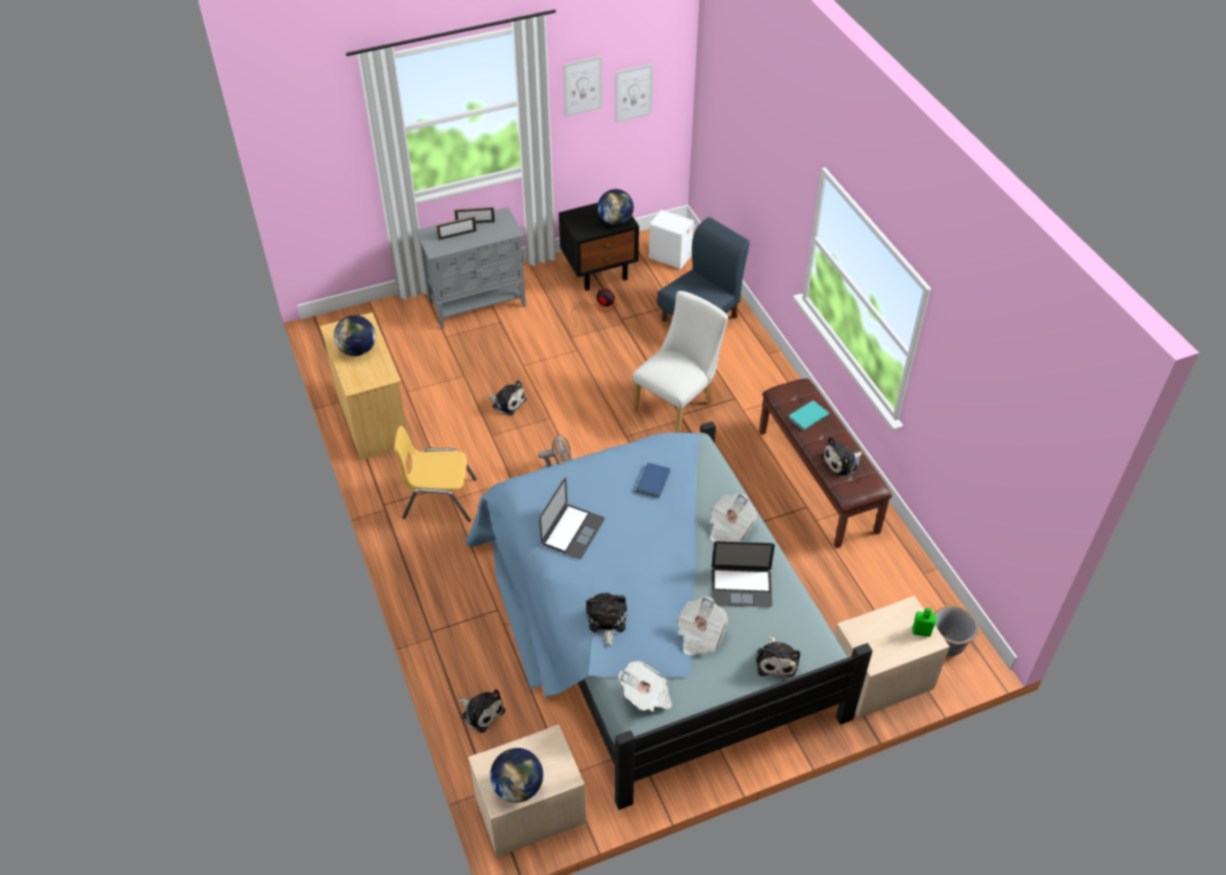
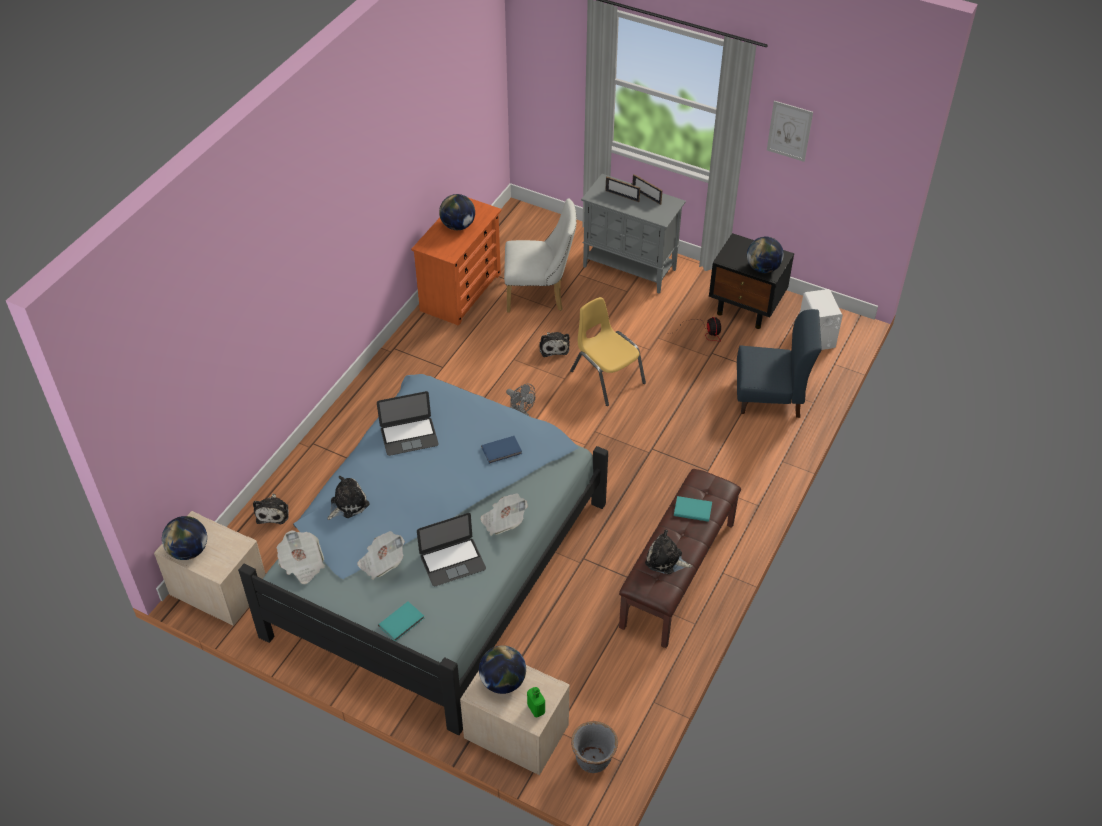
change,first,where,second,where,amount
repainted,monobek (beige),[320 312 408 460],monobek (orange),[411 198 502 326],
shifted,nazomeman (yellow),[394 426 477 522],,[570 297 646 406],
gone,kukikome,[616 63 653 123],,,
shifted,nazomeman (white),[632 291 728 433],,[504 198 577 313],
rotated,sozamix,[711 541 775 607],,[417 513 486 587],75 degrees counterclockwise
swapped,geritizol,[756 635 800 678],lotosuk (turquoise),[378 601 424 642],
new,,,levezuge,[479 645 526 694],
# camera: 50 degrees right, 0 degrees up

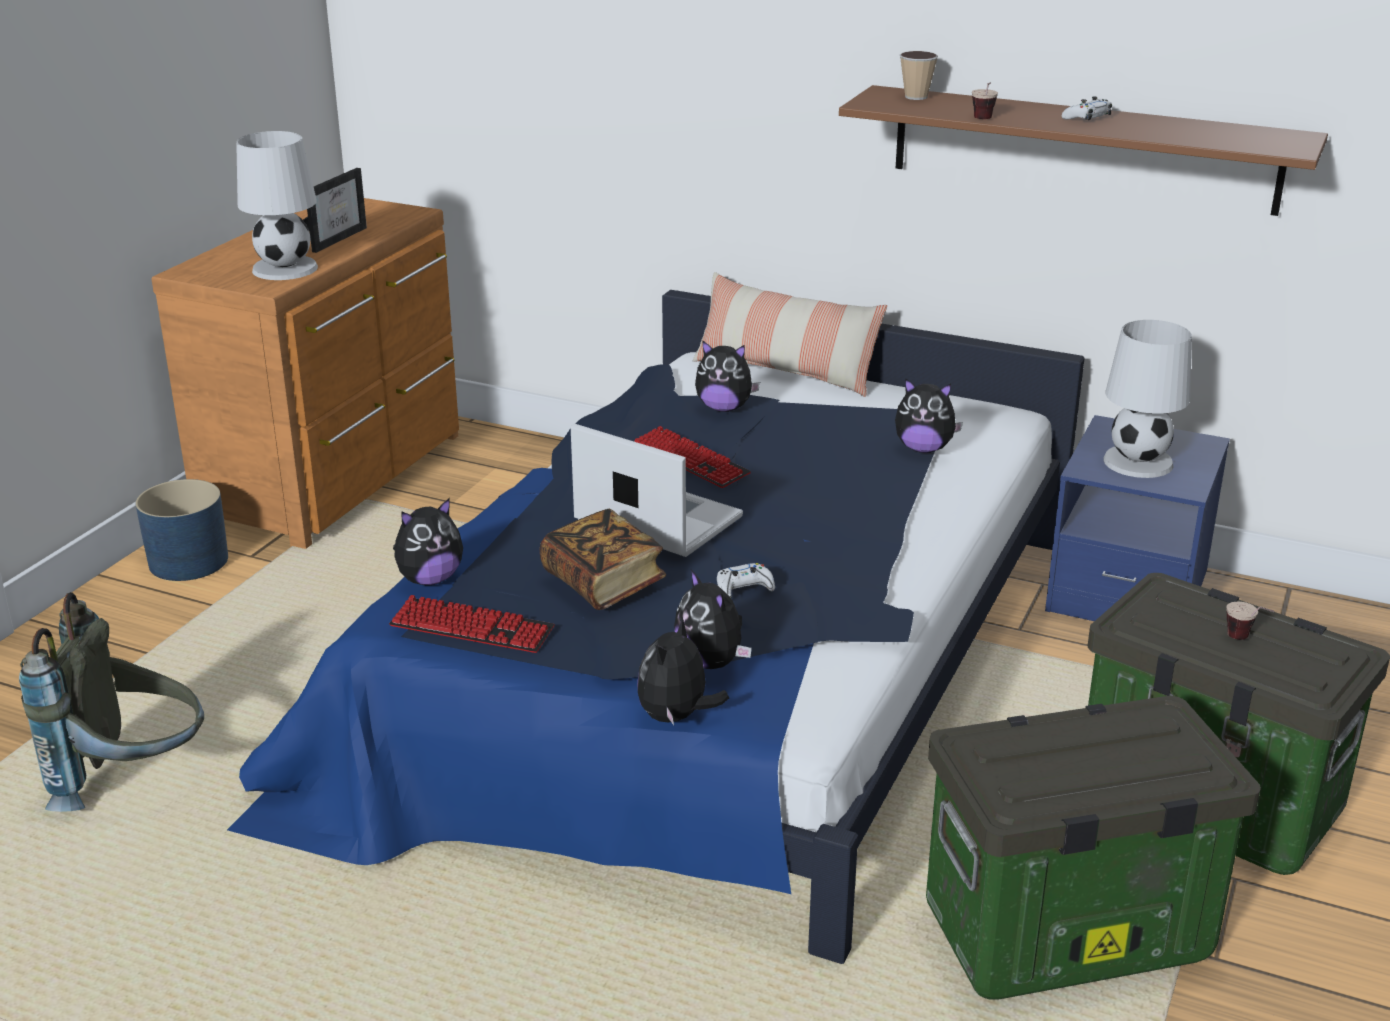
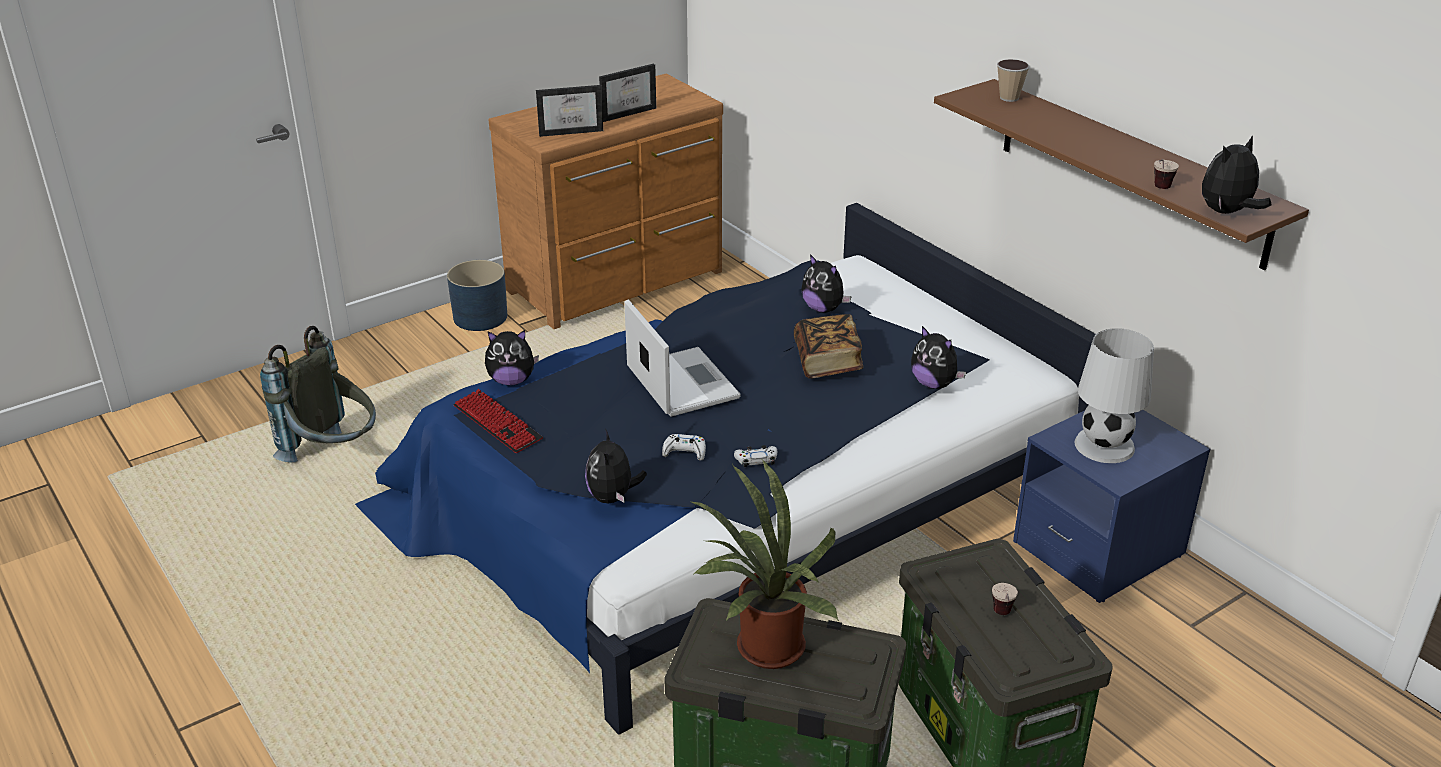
change,first,where,second,where,amount
swapped,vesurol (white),[236 131 318 280],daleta,[536 85 603 137],
shifted,lotosuk,[540 509 666 610],,[794 314 863 379],
gone,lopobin,[634 426 751 488],,,
shifted,geritizol,[637 617 729 725],,[1202 136 1272 214],
gone,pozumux,[693 272 887 397],,,
shifted,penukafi,[972 82 998 119],,[1154 159 1179 189],
shifted,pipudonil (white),[1062 97 1112 120],,[734 445 777 467],
new,,,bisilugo,[689 460 839 669],
# camera: 30 degrees right, 5 degrees up

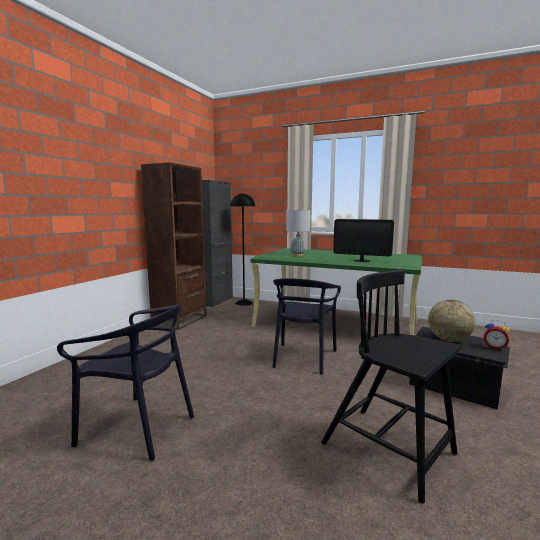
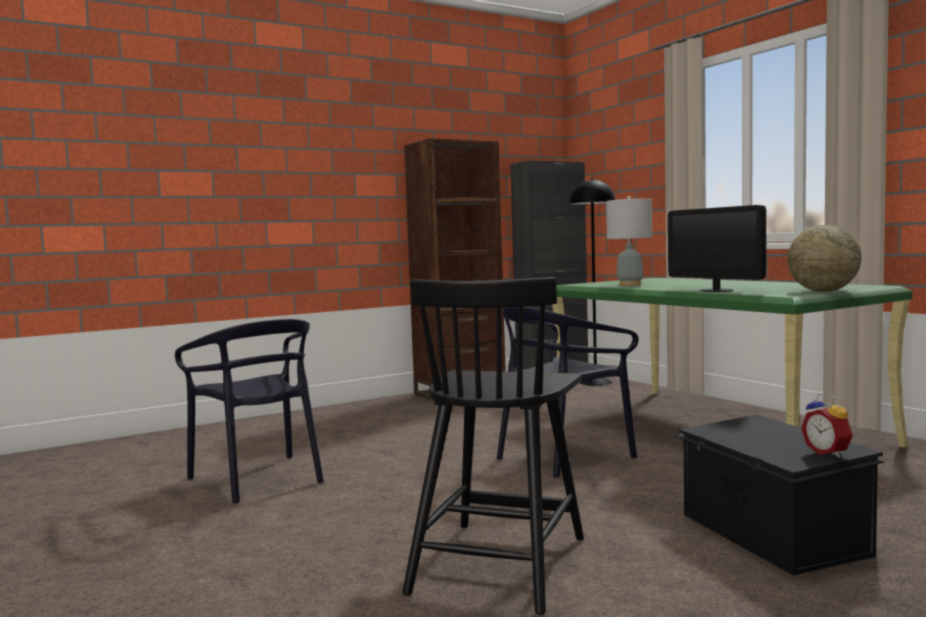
change,first,where,second,where,amount
rotated,nazomeman (black),[321 270 461 504],,[402 277 584 615],150 degrees counterclockwise
shifted,levezuge,[428 300 475 342],,[787 225 862 292],
# camera: 35 degrees right, 5 degrees down

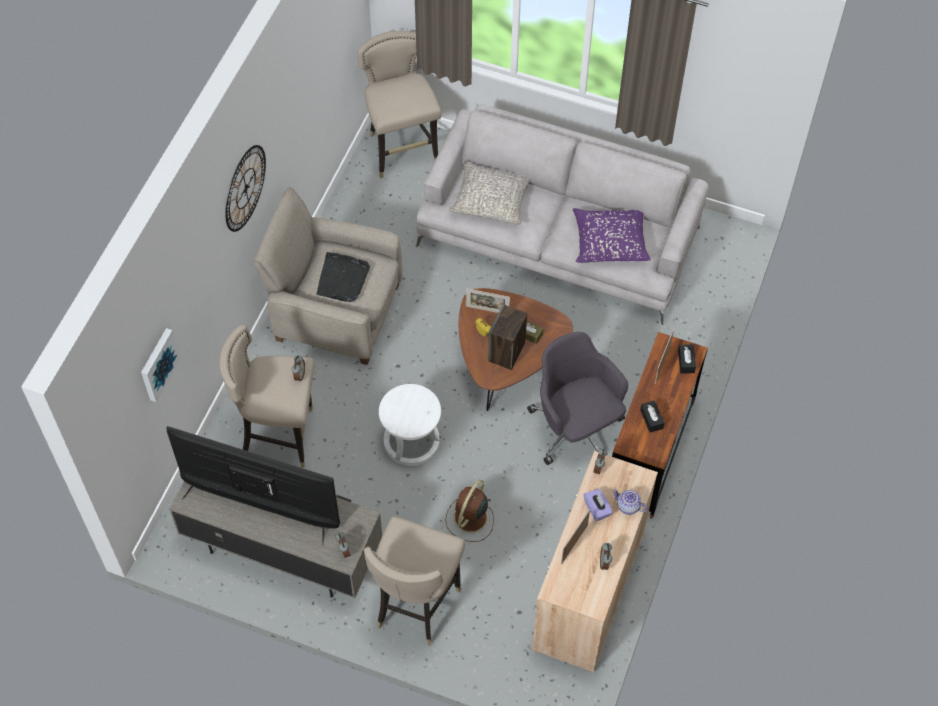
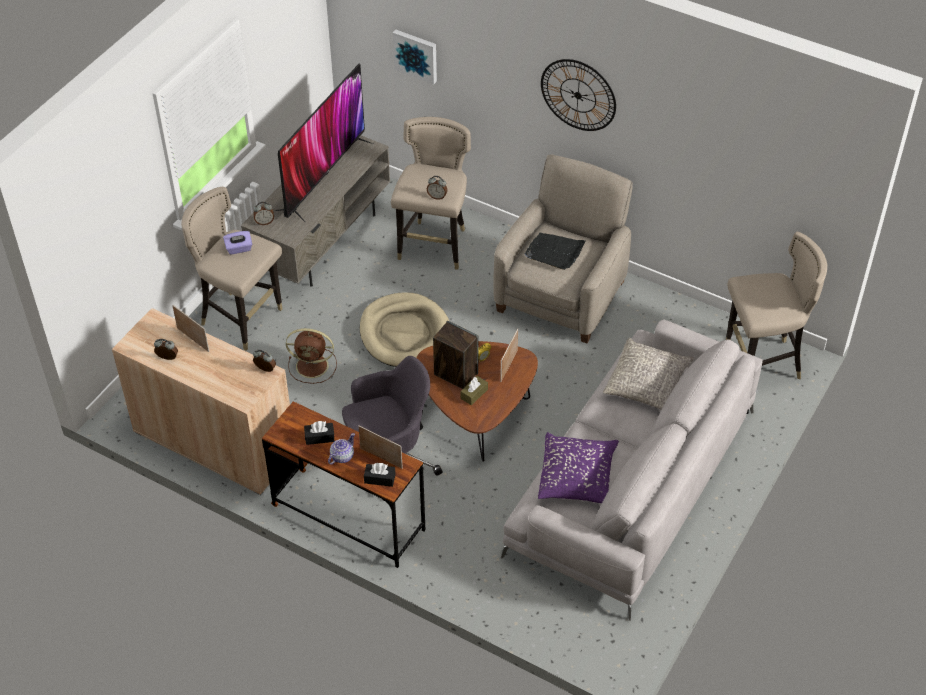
change,first,where,second,where,amount
swapped,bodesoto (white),[379 384 441 466],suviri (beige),[360 292 449 367],
rotated,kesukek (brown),[445 479 494 542],,[286 328 337 384],150 degrees clockwise
shifted,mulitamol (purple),[584 489 613 522],,[223 231 252 255],
shifted,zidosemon,[612 489 648 515],,[328 433 355 465],
# camera: 100 degrees right, 10 degrees down

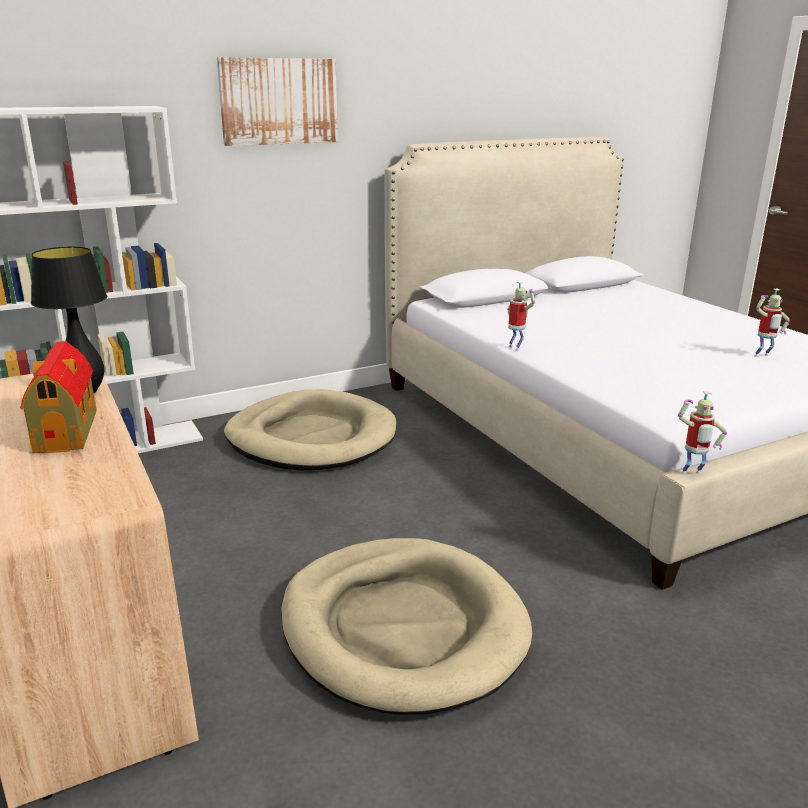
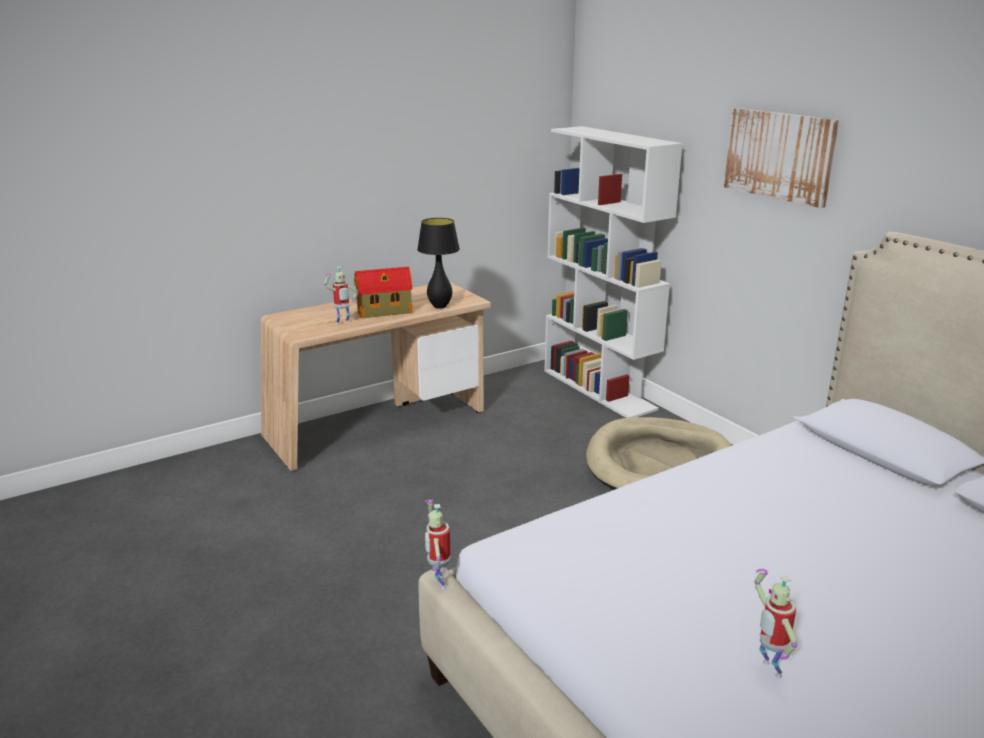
change,first,where,second,where,amount
gone,suviri (beige),[281 538 532 715],,,
shifted,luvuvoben,[507 282 536 351],,[324 267 358 325],
# camera: 85 degrees right, 0 degrees up

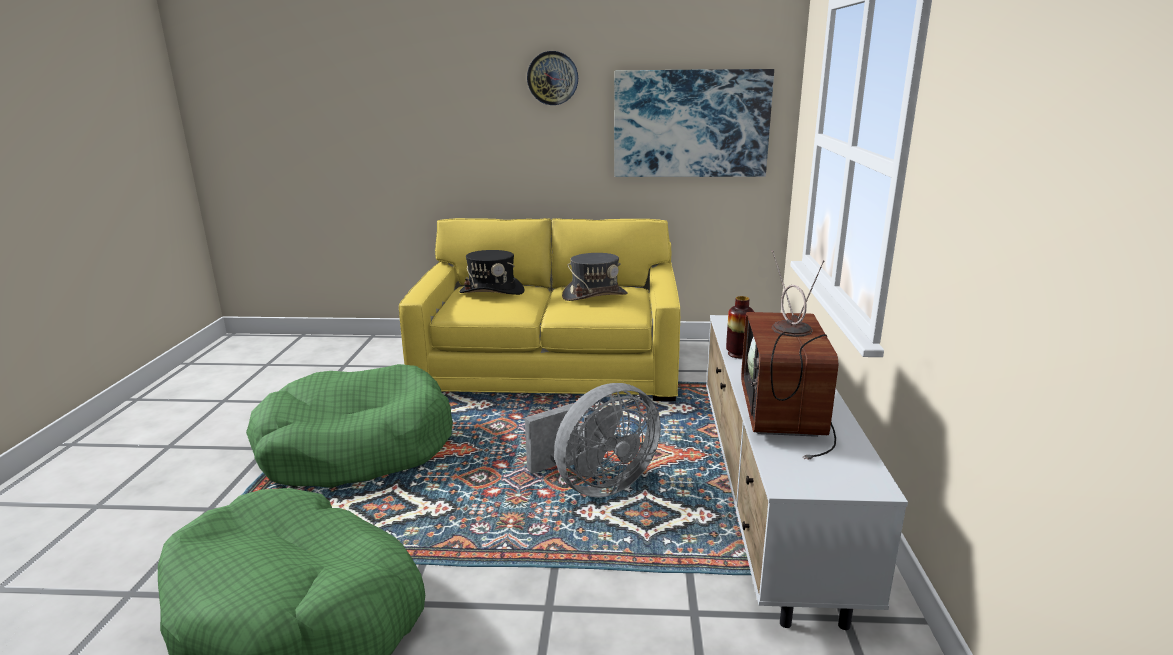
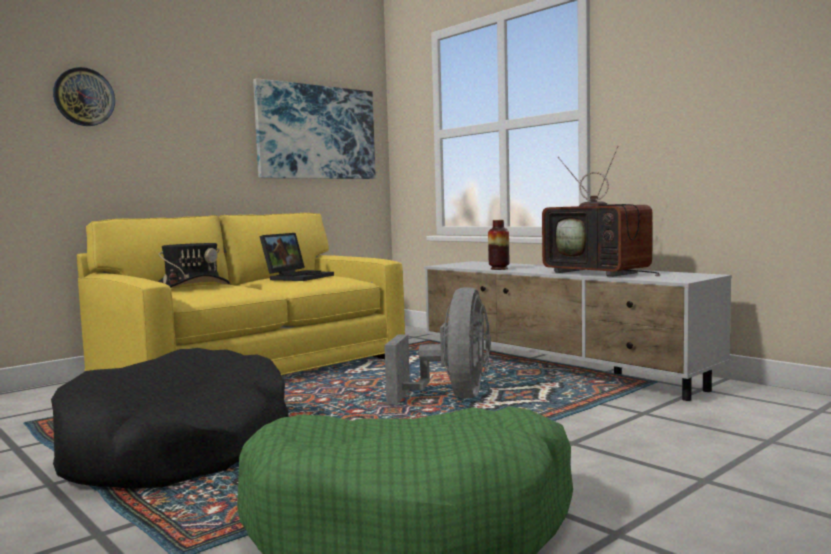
change,first,where,second,where,amount
repainted,suviri (green),[246 364 453 488],suviri (black),[51 348 289 489],
shifted,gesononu,[527 51 578 105],,[53 67 115 126],
swapped,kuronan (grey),[562 253 628 301],sozamix,[259 233 334 281],
# camera: 45 degrees left, 15 degrees down

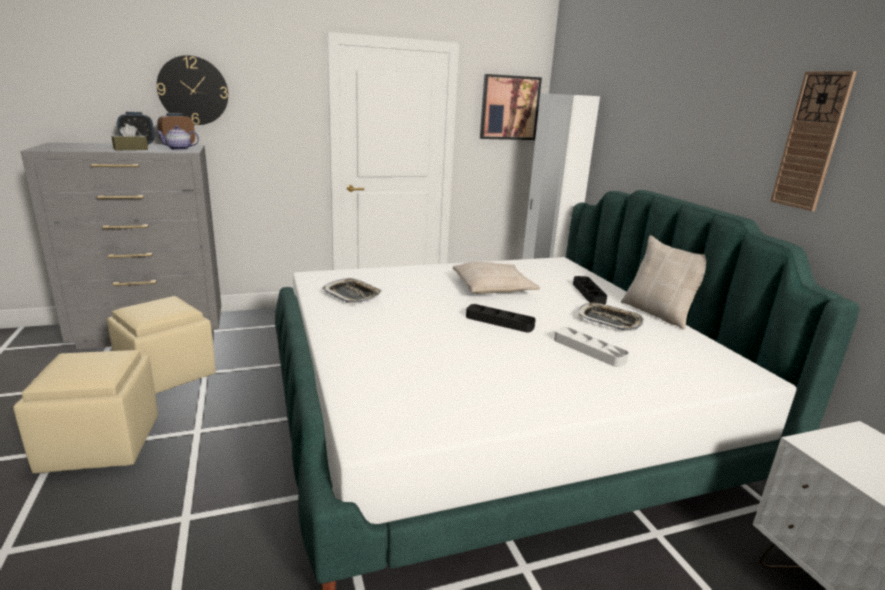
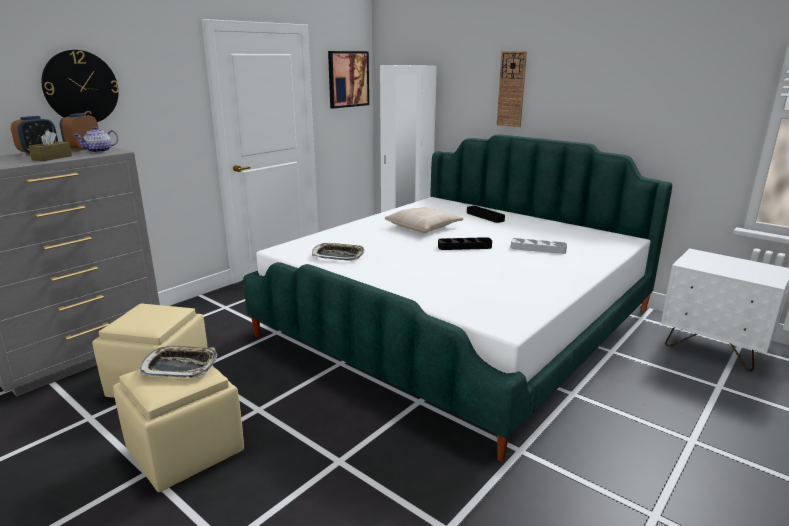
change,first,where,second,where,amount
shifted,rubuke,[578 303 644 331],,[140 346 217 378],
gone,pozumux (beige),[621 235 706 329],,,
shifted,gesononu,[770 71 857 211],,[497 51 527 127],
# camera: 30 degrees left, 0 degrees up

